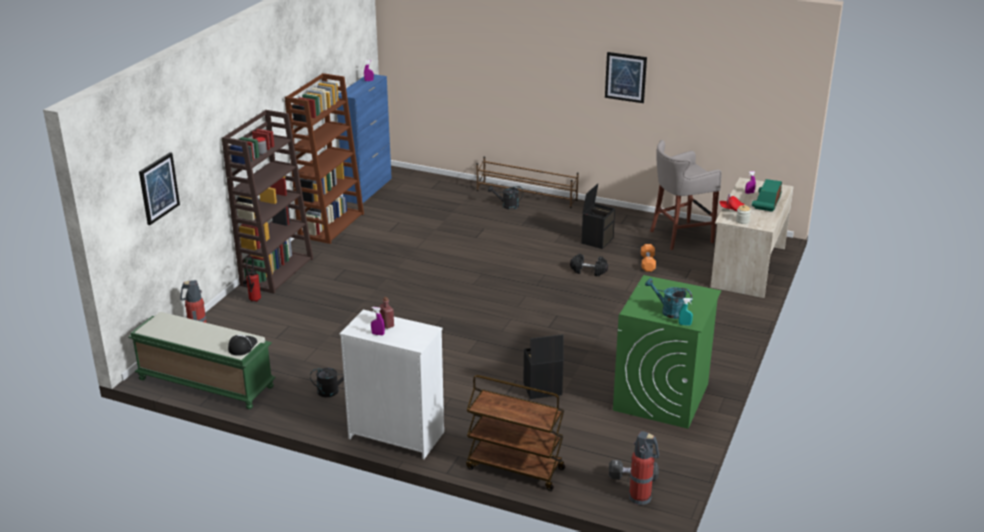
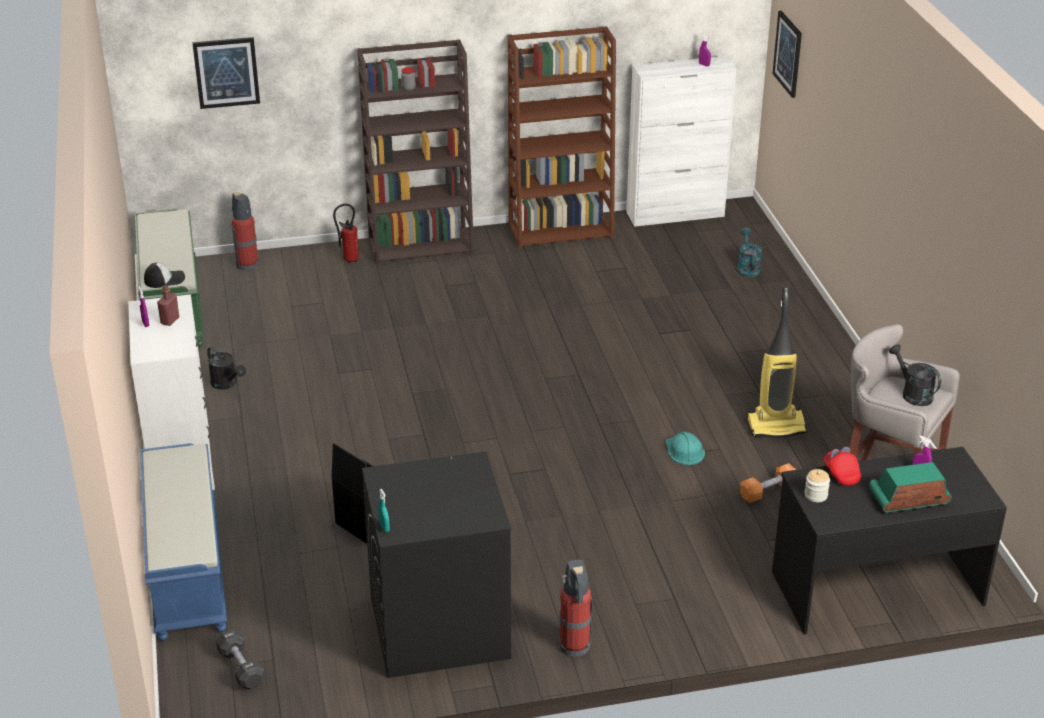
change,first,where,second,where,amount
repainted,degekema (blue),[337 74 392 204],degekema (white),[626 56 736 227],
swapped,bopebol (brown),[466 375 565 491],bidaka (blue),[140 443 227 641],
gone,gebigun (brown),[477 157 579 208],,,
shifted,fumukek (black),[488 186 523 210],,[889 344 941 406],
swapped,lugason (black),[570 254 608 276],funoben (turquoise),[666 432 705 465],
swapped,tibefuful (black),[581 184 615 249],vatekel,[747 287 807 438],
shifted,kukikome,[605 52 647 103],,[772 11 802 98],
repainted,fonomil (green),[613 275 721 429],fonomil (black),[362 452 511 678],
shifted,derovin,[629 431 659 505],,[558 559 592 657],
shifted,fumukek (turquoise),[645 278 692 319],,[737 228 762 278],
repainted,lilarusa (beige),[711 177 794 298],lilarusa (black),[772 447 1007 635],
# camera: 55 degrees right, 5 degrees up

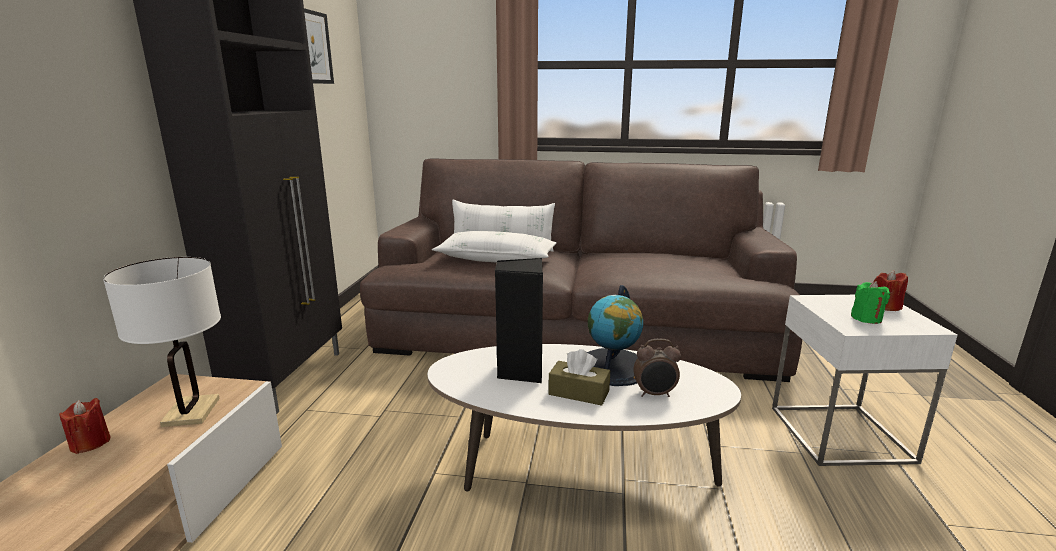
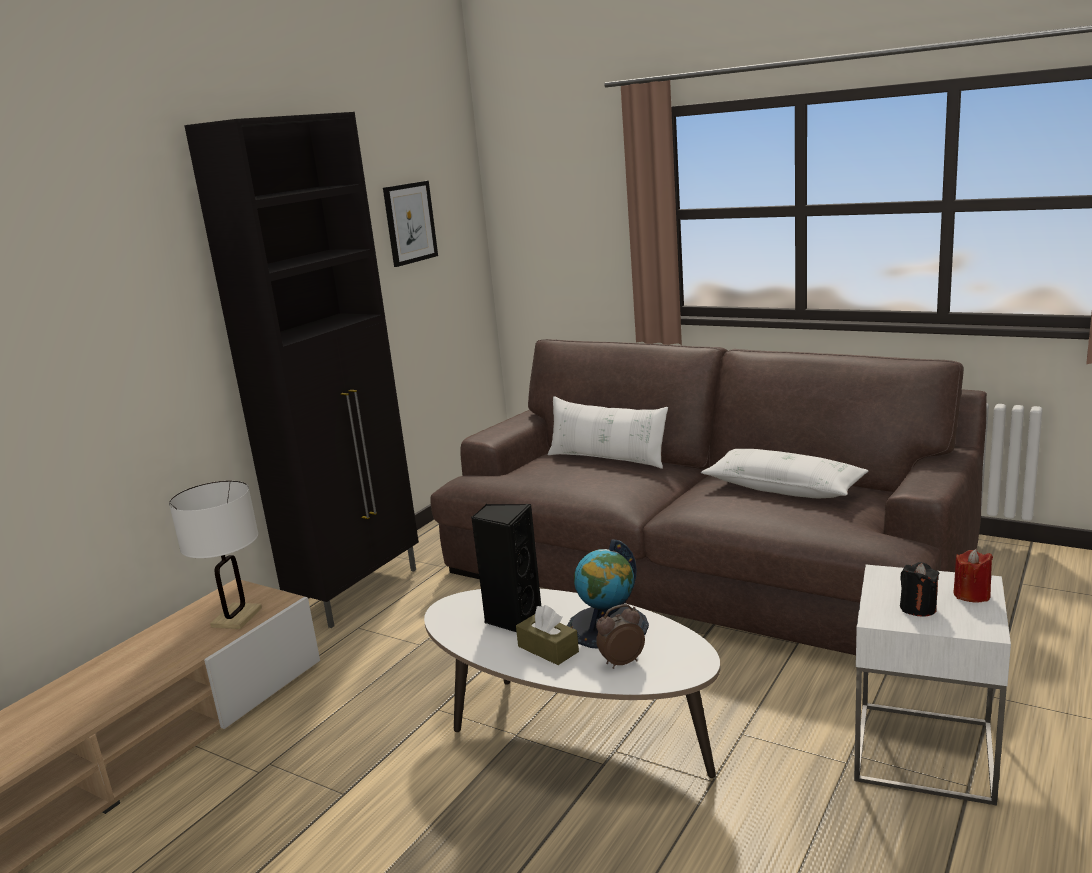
change,first,where,second,where,amount
gone,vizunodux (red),[59 398 111 454],,,
shifted,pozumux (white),[432 231 557 263],,[701 449 869 499],
rotated,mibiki,[633 339 681 397],,[596 604 645 669],135 degrees clockwise
repainted,vizunodux (green),[851 281 890 324],vizunodux (black),[900 562 940 616],
# camera: 25 degrees right, 0 degrees up

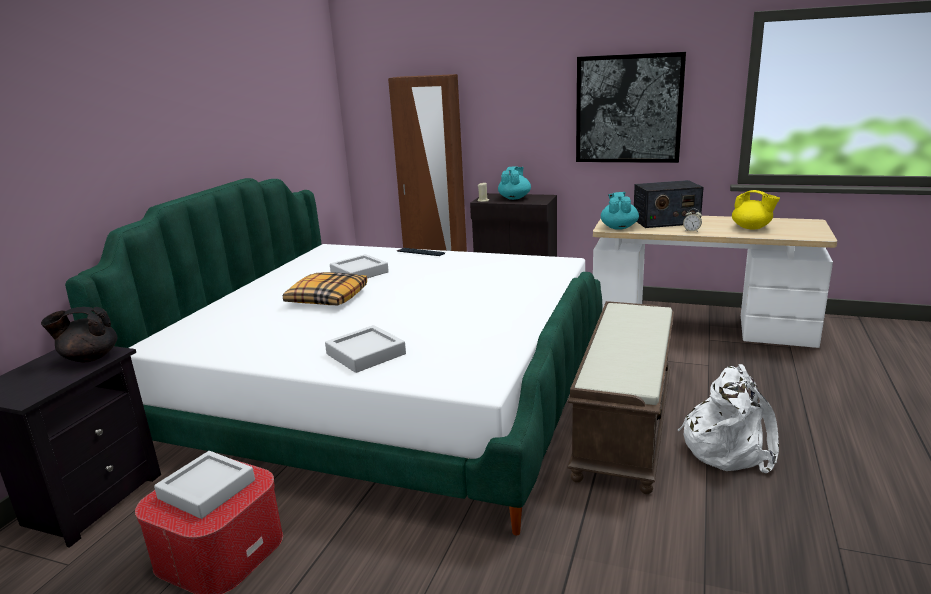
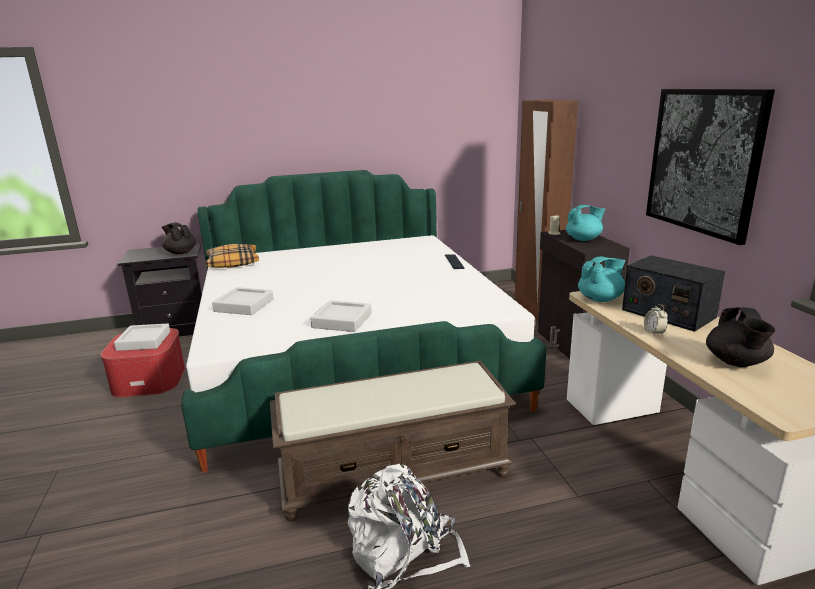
change,first,where,second,where,amount
shifted,pozumux,[283 272 367 306],,[206 244 259 268],
shifted,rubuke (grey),[330 254 389 278],,[310 300 372 332],
repainted,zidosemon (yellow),[732 190 780 230],zidosemon (black),[706 307 775 367],
# camera: 55 degrees right, 0 degrees up

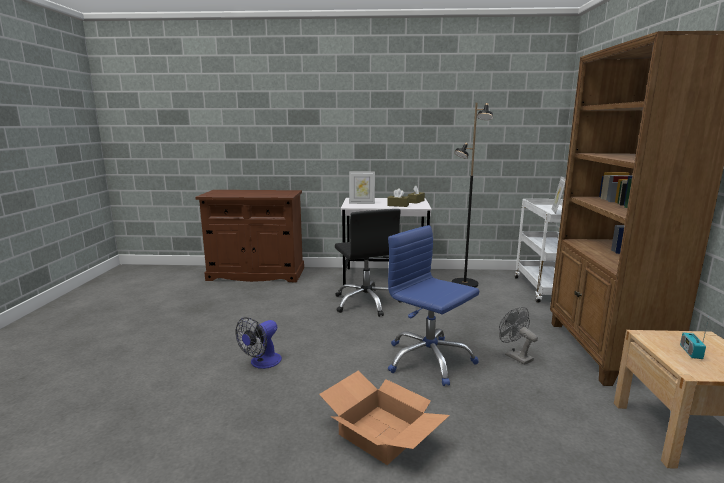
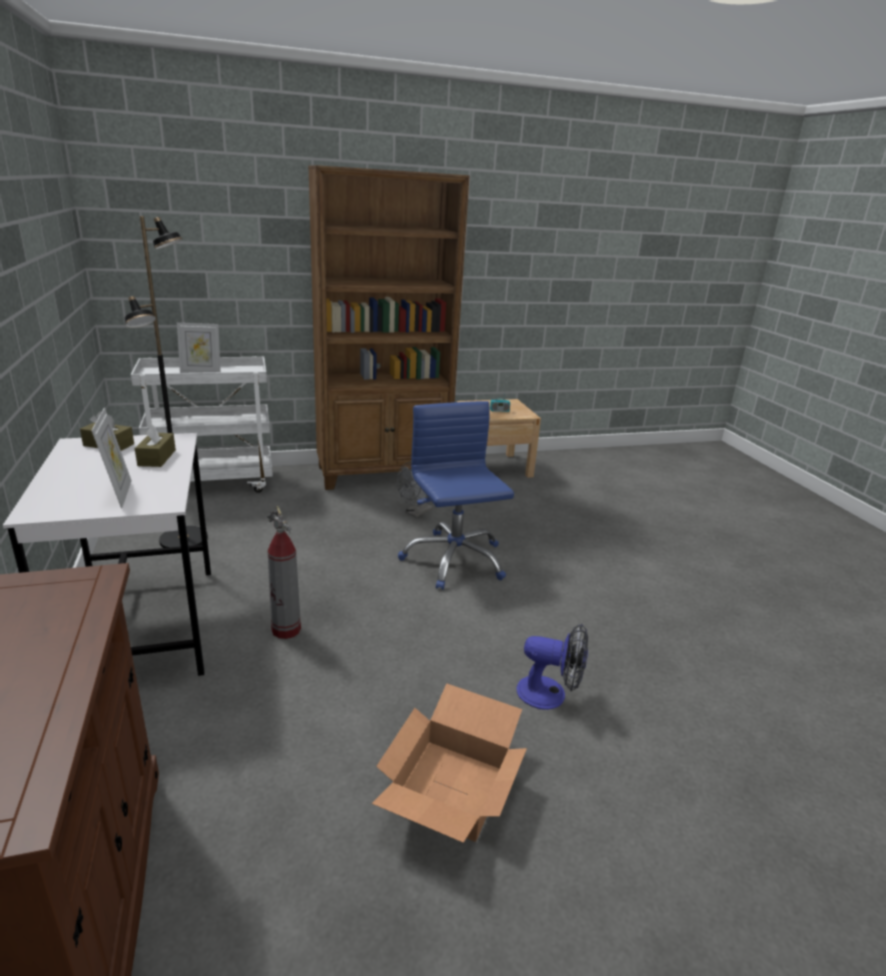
change,first,where,second,where,amount
shifted,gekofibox,[319 370 450 465],,[372 683 527 843],
swapped,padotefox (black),[335 209 401 317],derovin,[267 506 301 639],
rotated,padotefox (blue),[388 225 479 386],,[398 401 514 590],135 degrees clockwise
# camera: 110 degrees left, 10 degrees up

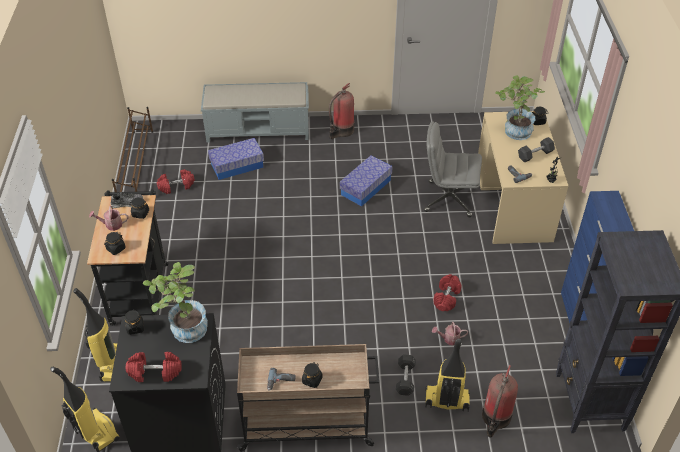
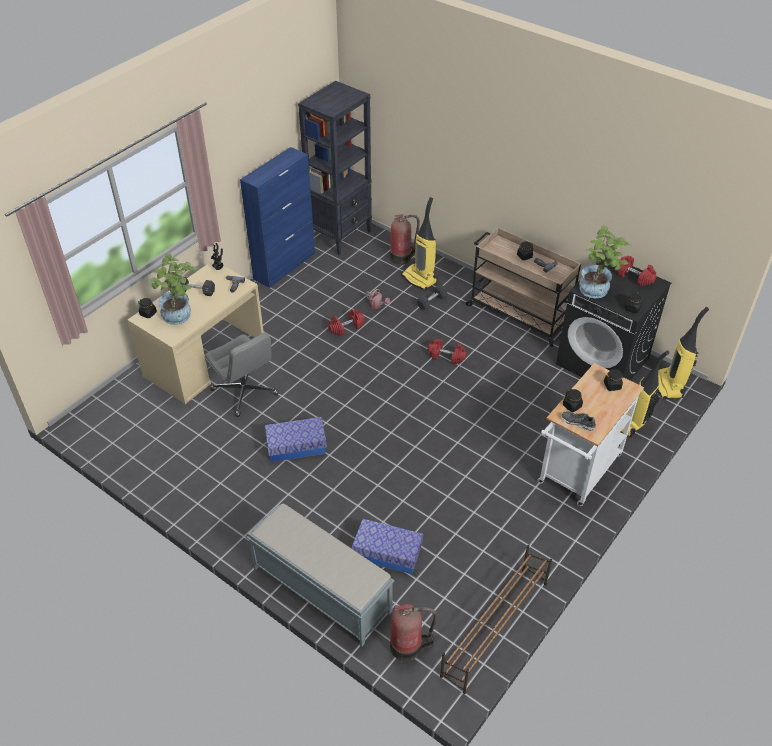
change,first,where,second,where,amount
repainted,bopebol (black),[87 189 168 326],bopebol (white),[537 363 644 506],
gone,fumukek,[89 206 128 231],,,
shifted,lugason (red),[156 169 195 194],,[428 339 467 365],
shifted,derovin,[329 83 354 139],,[390 604 437 661],
# camera: 140 degrees left, 0 degrees up

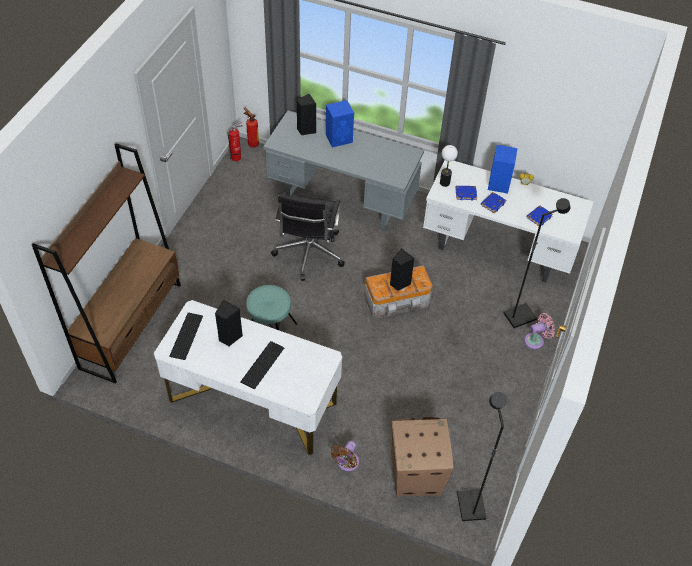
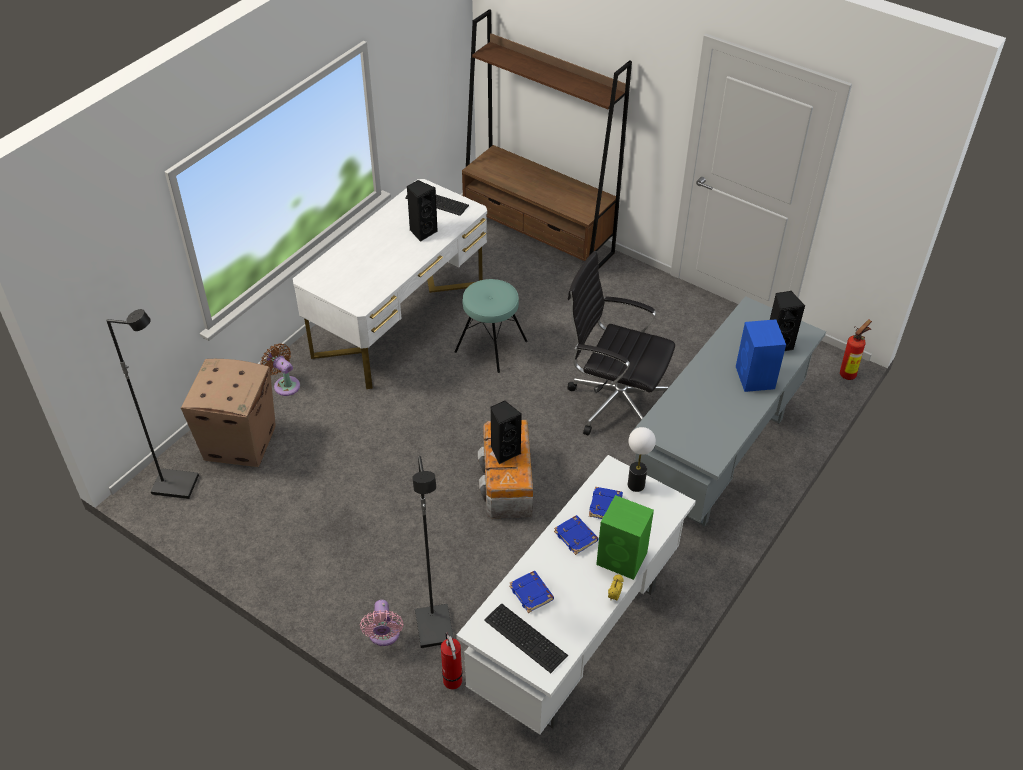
change,first,where,second,where,amount
shifted,derovin,[227 121 243 161],,[441 632 463 689],
shifted,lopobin,[240 341 284 389],,[484 604 568 673],
repainted,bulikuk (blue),[488 145 517 194],bulikuk (green),[596 495 654 580],
# camera: 105 degrees right, 5 degrees down

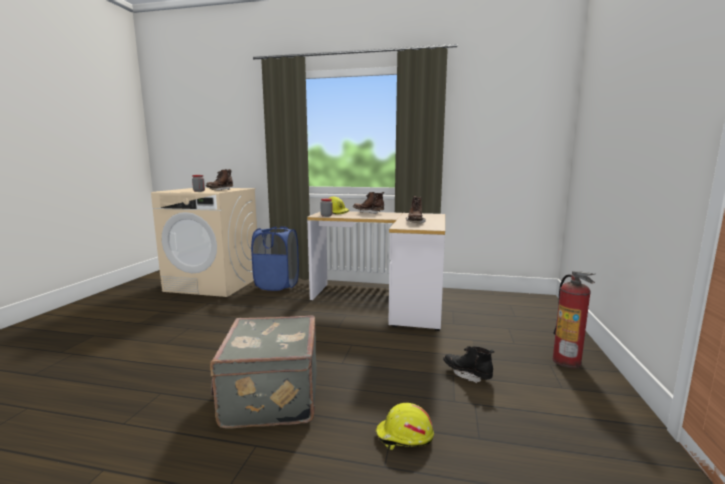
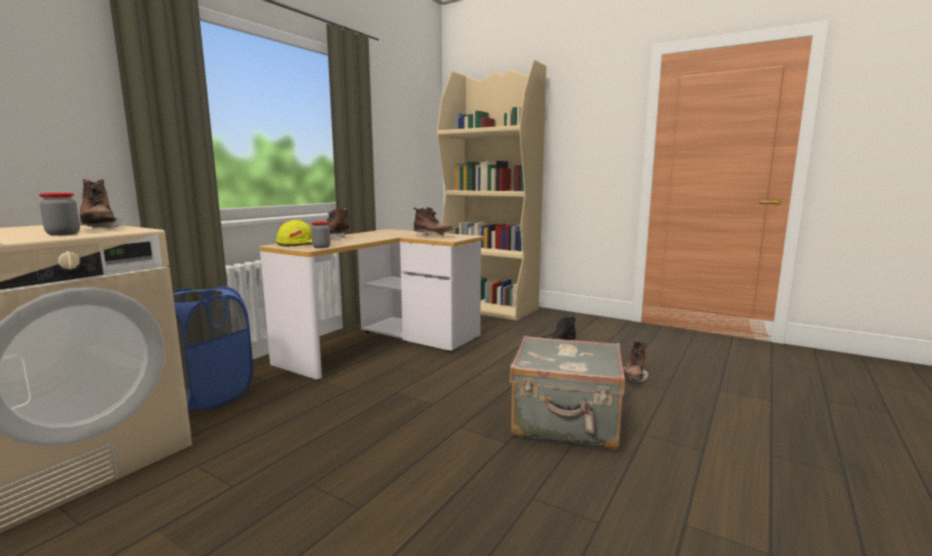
change,first,where,second,where,amount
swapped,funoben (yellow),[376 403 434 450],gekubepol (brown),[623 339 648 382],
gone,derovin,[552 271 595 368],,,
new,,,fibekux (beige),[437 60 547 321],
# camera: 70 degrees left, 0 degrees up

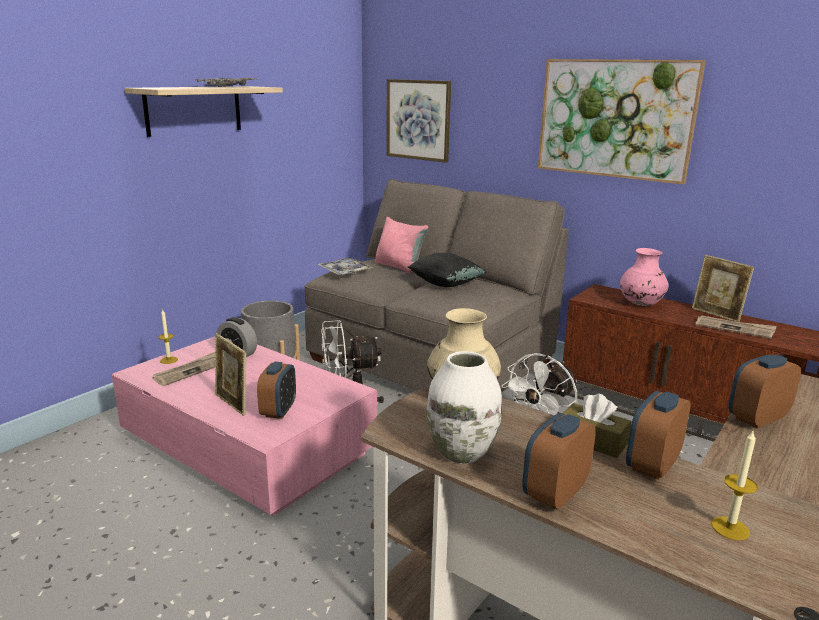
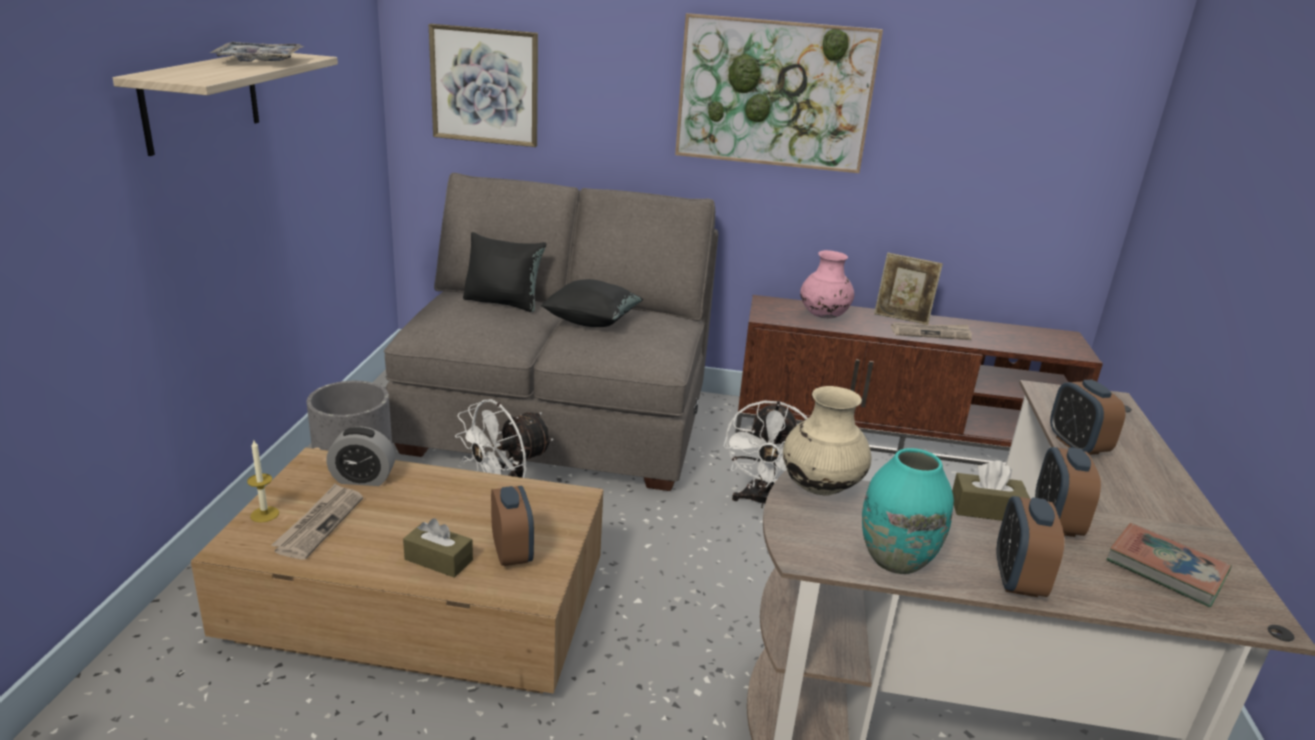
change,first,where,second,where,amount
repainted,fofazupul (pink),[112 336 377 516],fofazupul (brown),[191 447 603 694],
swapped,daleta,[215 333 246 416],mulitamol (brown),[403 518 473 578],
gone,rubuke,[317 258 373 276],,,
repainted,pozumux (pink),[375 217 428 274],pozumux (black),[463 232 546 312],
repainted,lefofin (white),[427 351 502 463],lefofin (turquoise),[862 448 954 574],
swapped,vizunodux,[711 429 758 540],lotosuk,[1107 523 1232 607],
rotated,mibiki,[729 355 801 428],,[1050 380 1126 455],45 degrees counterclockwise
# camera: 30 degrees left, 5 degrees up

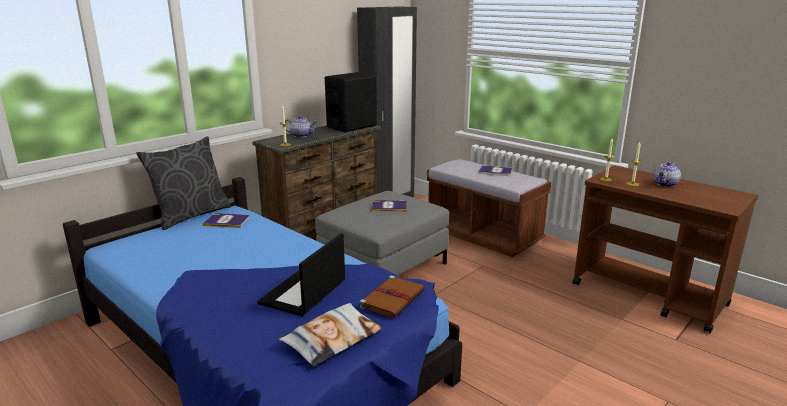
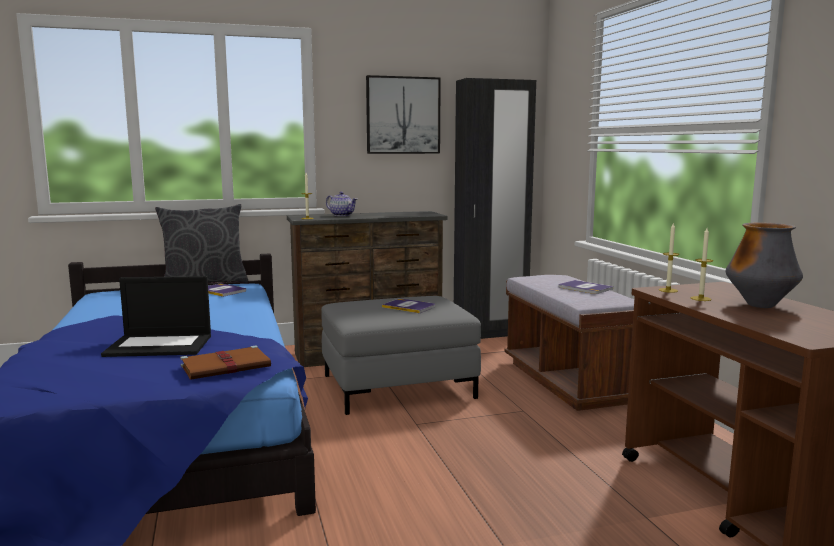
change,first,where,second,where,amount
rotated,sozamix,[257 233 345 316],,[101 276 211 357],150 degrees counterclockwise
gone,pozumux,[279 303 382 367],,,
gone,bulikuk (black),[325 72 377 132],,,
swapped,zidosemon,[654 162 681 187],lefofin,[726 223 803 308],
new,,,kukikome,[366 75 441 154],
# camera: 30 degrees right, 10 degrees down

